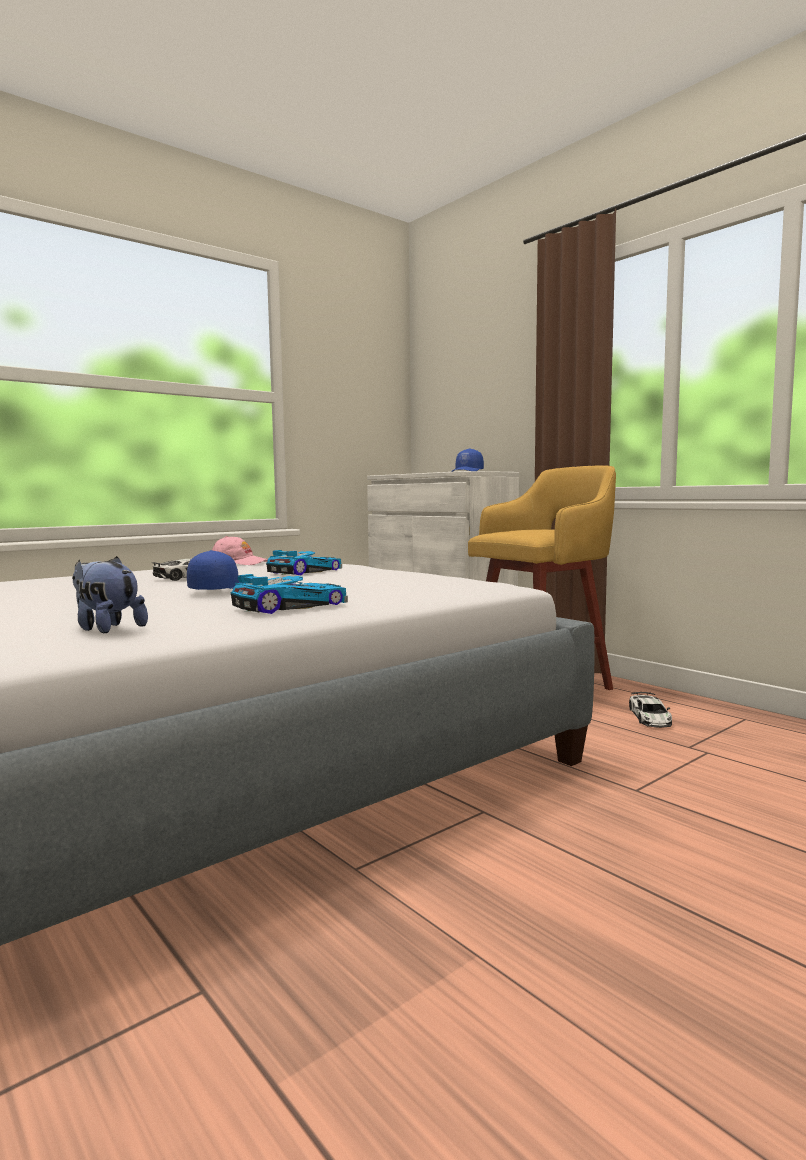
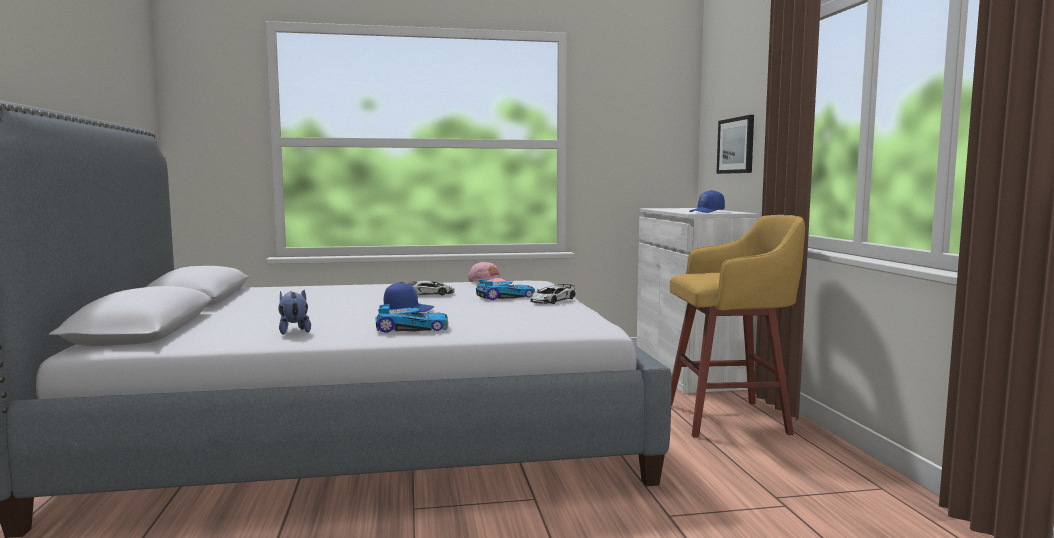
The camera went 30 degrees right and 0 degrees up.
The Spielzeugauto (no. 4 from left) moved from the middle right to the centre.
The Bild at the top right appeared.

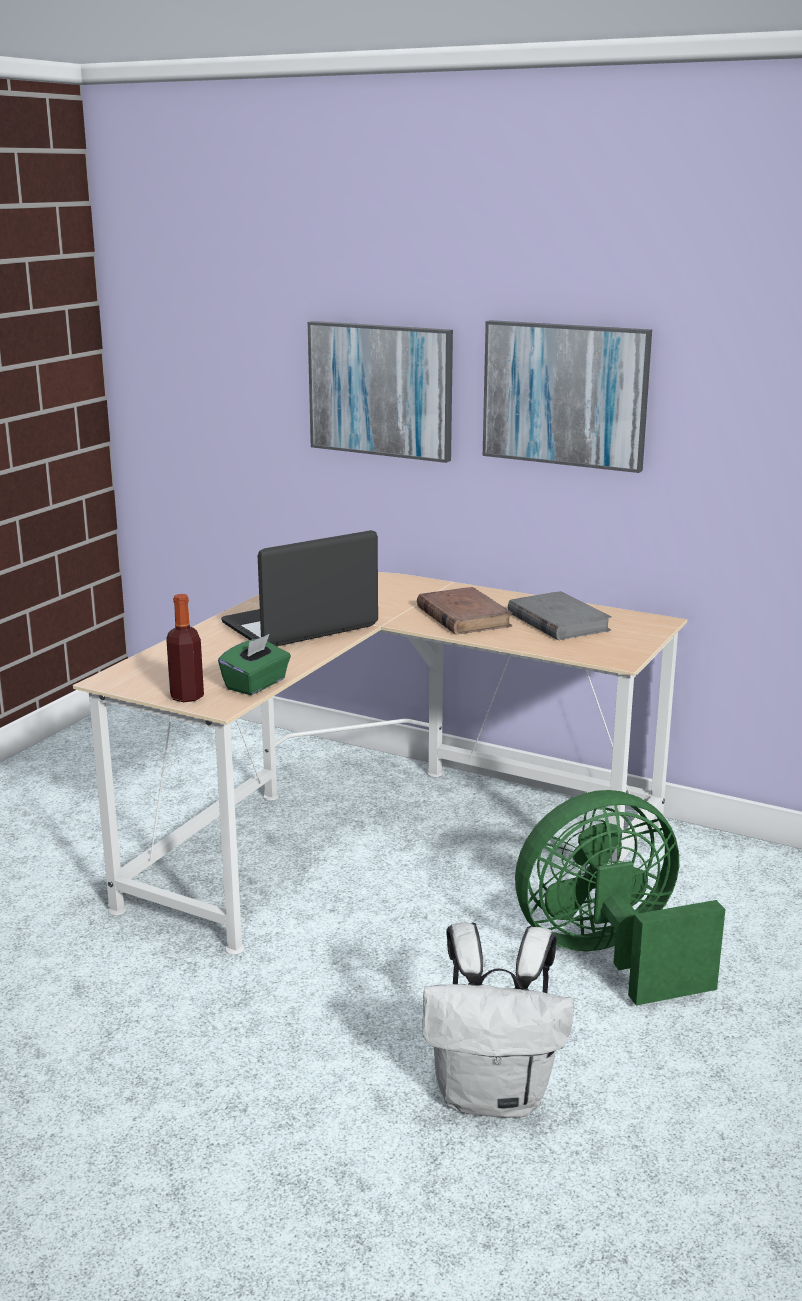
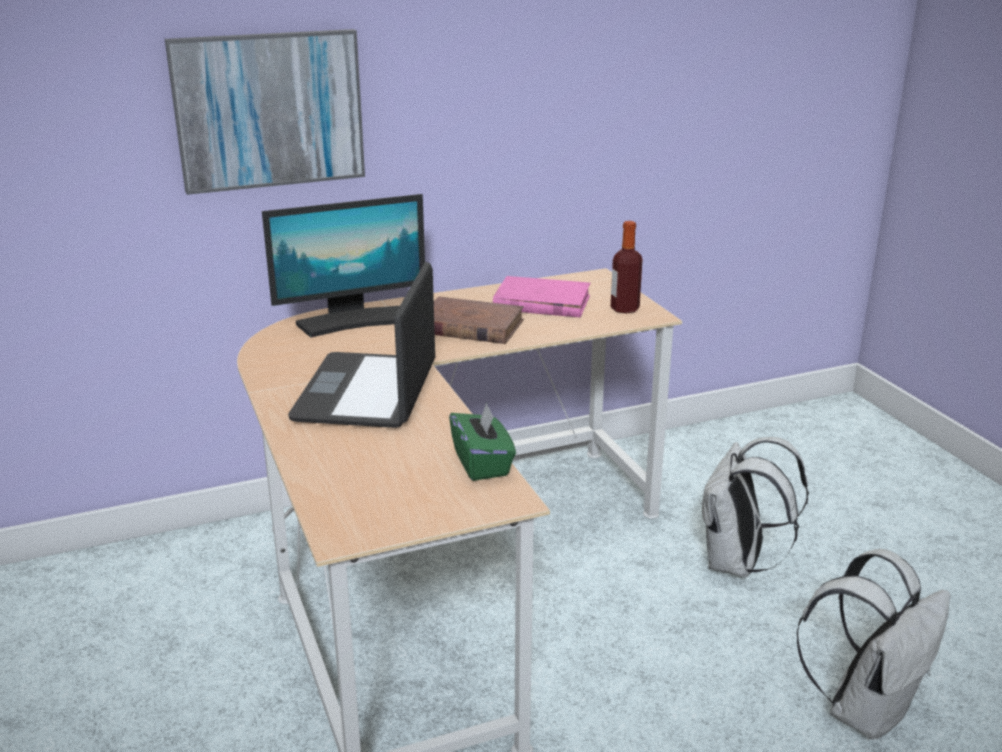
The camera went 50 degrees left and 5 degrees up.
The Flasche moved from the middle left to the centre.
The Bild (no. 2 from left) at the top right disappeared.
The Buch/grau at the middle right became the Buch/rosa at the centre.
The Ventilator/grün at the bottom right was replaced by the Rucksack/weiß (no. 1 from left) at the bottom right.
The Monitor at the centre appeared.

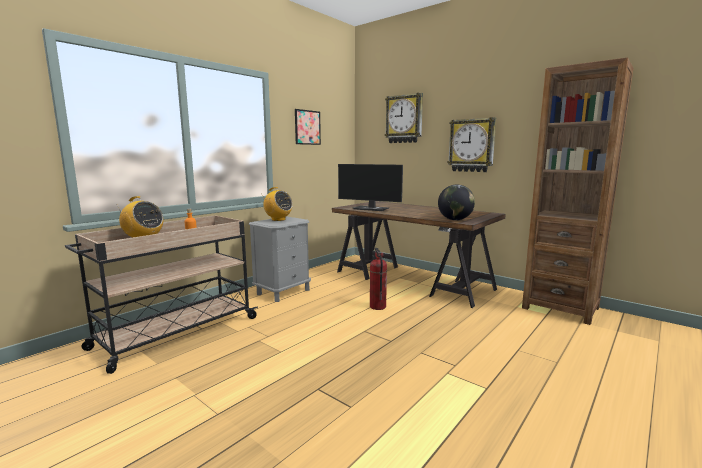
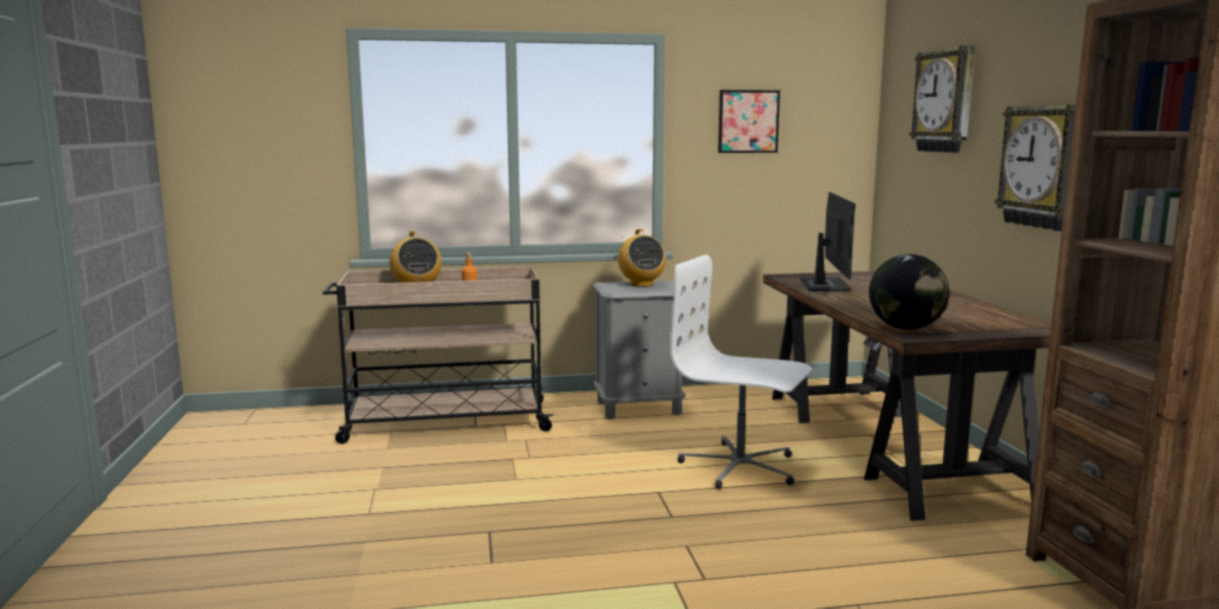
The camera went 40 degrees right and 0 degrees up.
The Monitor at the centre turned 150 degrees counterclockwise.
The Feuerlöscher at the centre was replaced by the Bürostuhl/weiß at the centre.

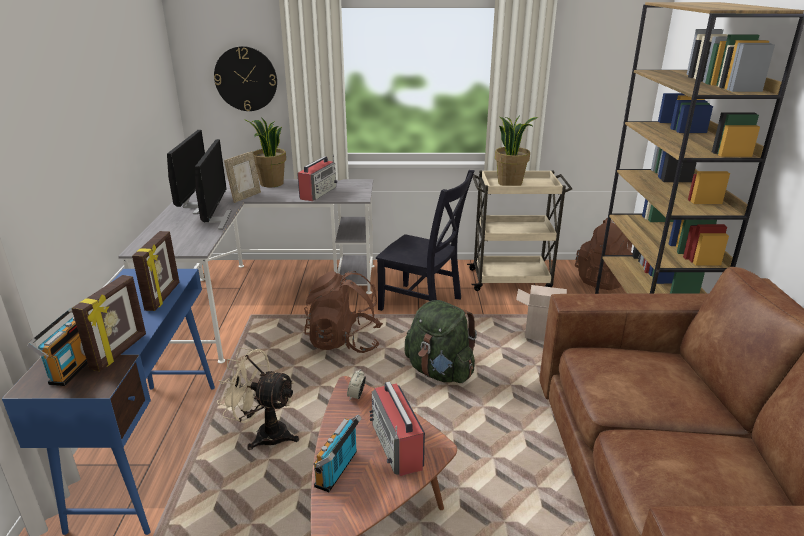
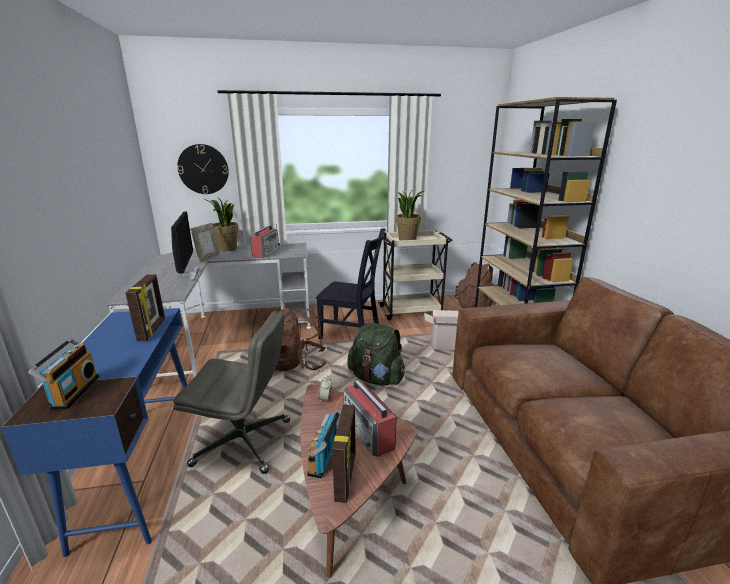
The camera went 10 degrees left and 5 degrees down.
The Bilderrahmen (no. 1 from left in the first image) moved from the middle left to the bottom centre.
The Monitor (no. 1 from left) at the top left disappeared.
The Ventilator/beige at the bottom left was replaced by the Bürostuhl/grau at the bottom left.

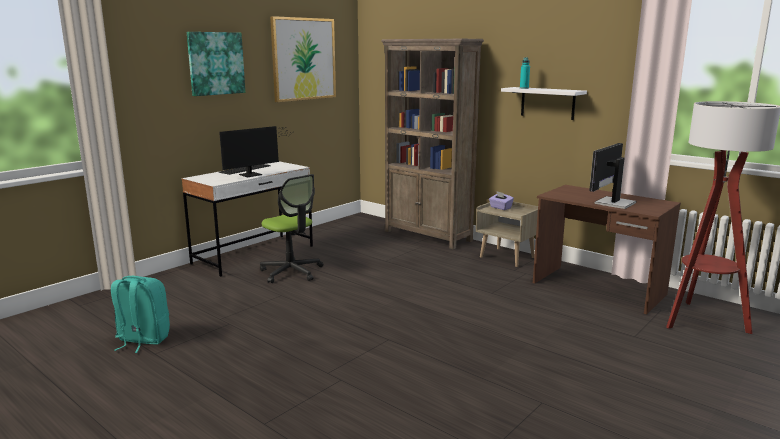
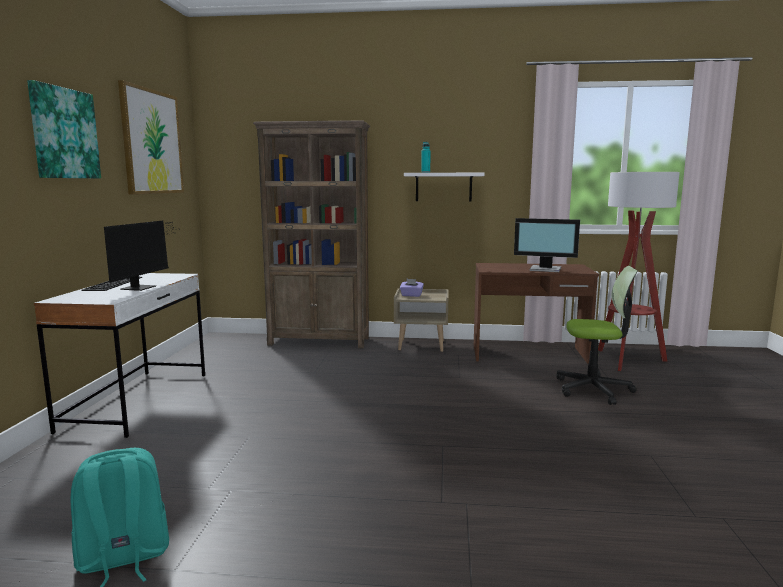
The camera went 35 degrees left and 5 degrees down.
The Bürostuhl moved from the centre to the middle right.
The Monitor (no. 2 from left) at the middle right turned 75 degrees counterclockwise.

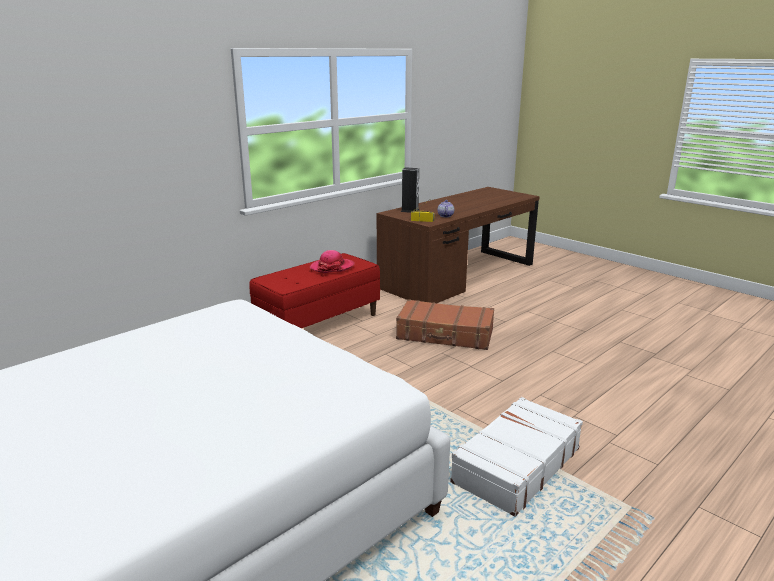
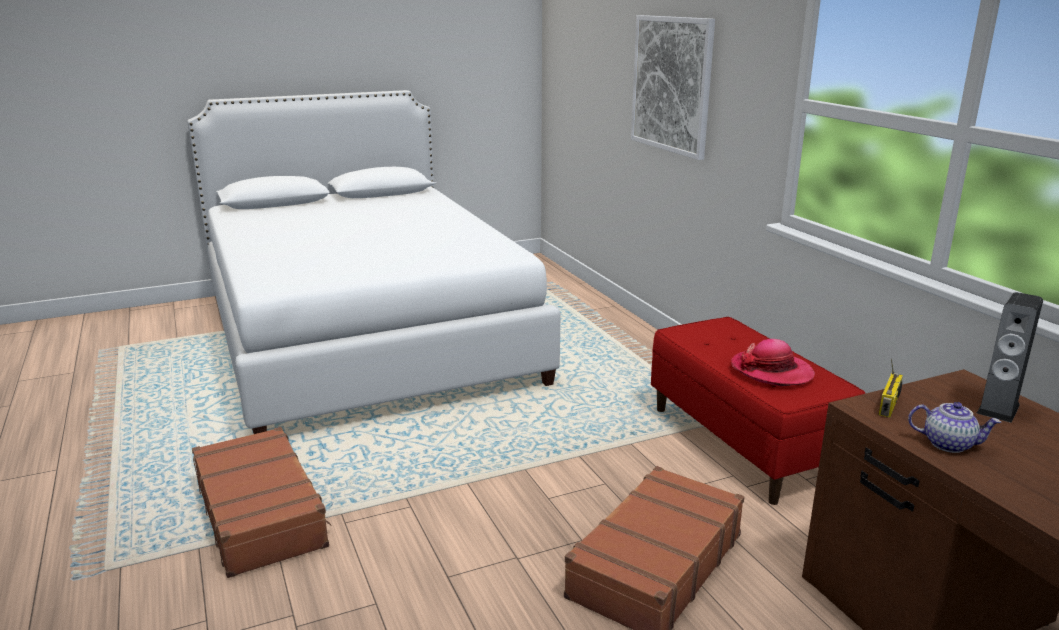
The camera went 110 degrees right and 0 degrees up.
The Koffer/weiß at the bottom right became the Koffer/braun (no. 1 from left) at the bottom left.
The Bild at the top centre appeared.

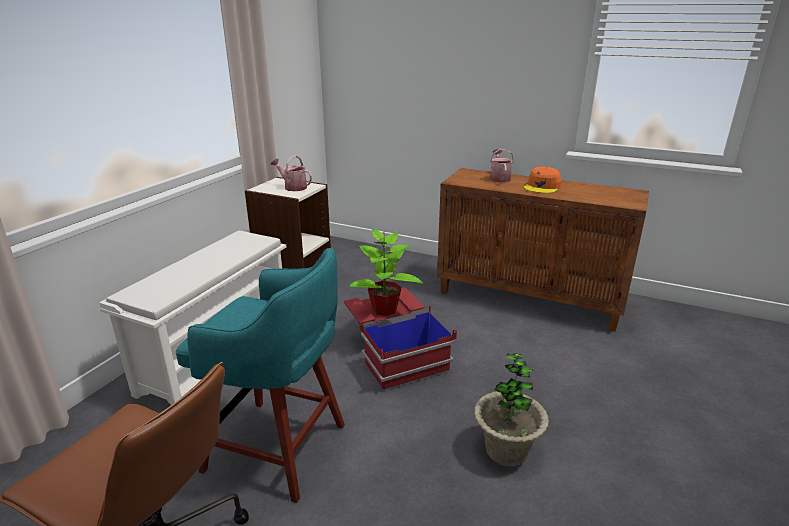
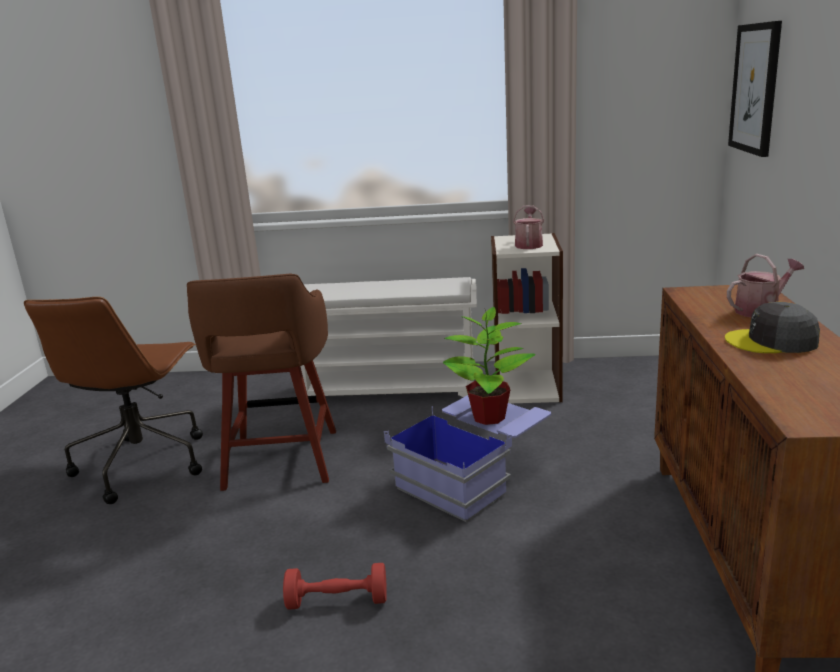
The camera went 70 degrees right and 5 degrees down.
The Hocker/türkis at the bottom left became the Hocker/braun at the middle left.
The Aufbewahrungsbox/rot at the centre became the Aufbewahrungsbox/blau at the bottom centre.
The Topfpflanze (no. 2 from left) at the bottom centre was replaced by the Hantel/rot at the bottom centre.
The Kappe/orange at the middle right became the Kappe/grau at the middle right.
The Bild at the top right appeared.

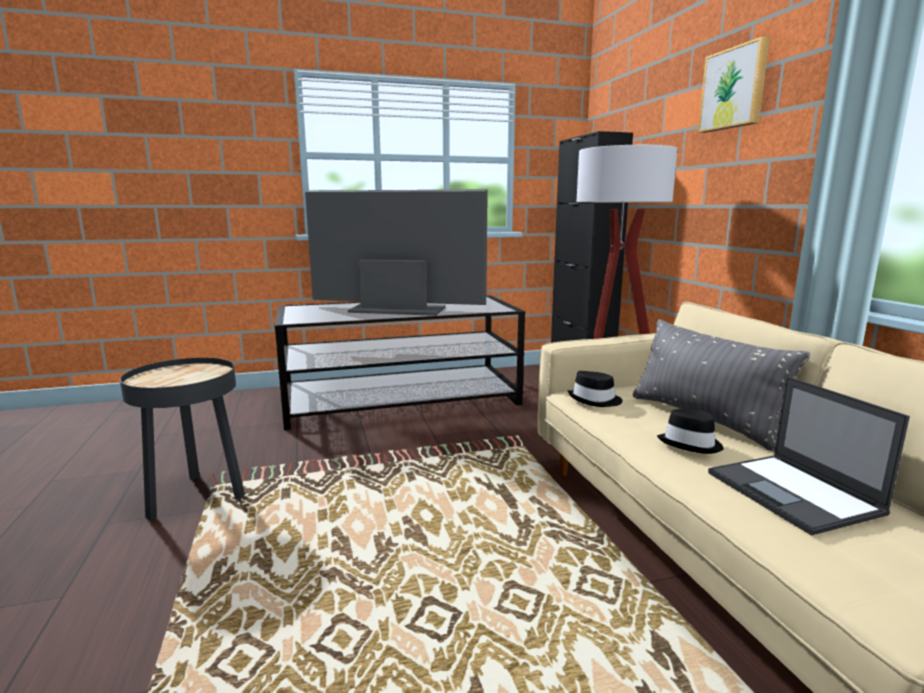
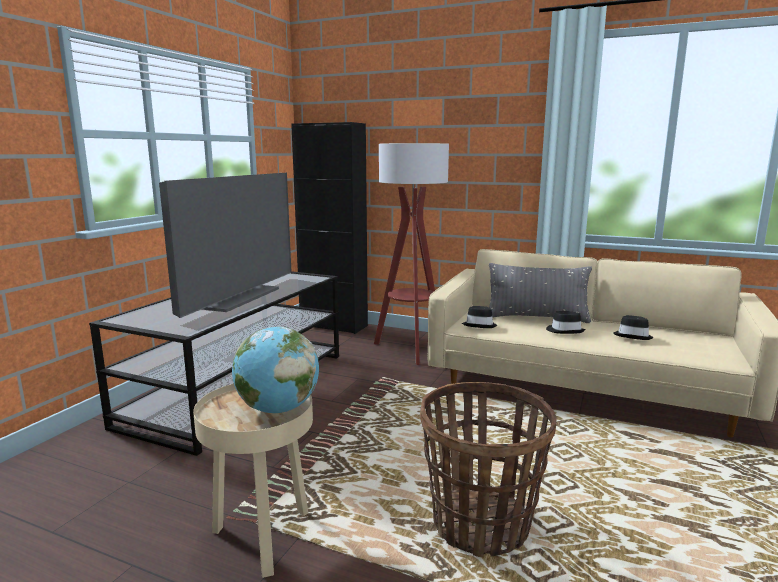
The camera went 50 degrees left and 0 degrees up.
The Beistelltisch/schwarz at the middle left became the Beistelltisch/beige at the bottom left.
The Fernseher at the centre turned 150 degrees clockwise.
The Bild at the top right disappeared.
The Laptop at the middle right was replaced by the Hut/schwarz (no. 3 from left) at the middle right.
The Globus at the centre appeared.
The Korb at the bottom centre appeared.

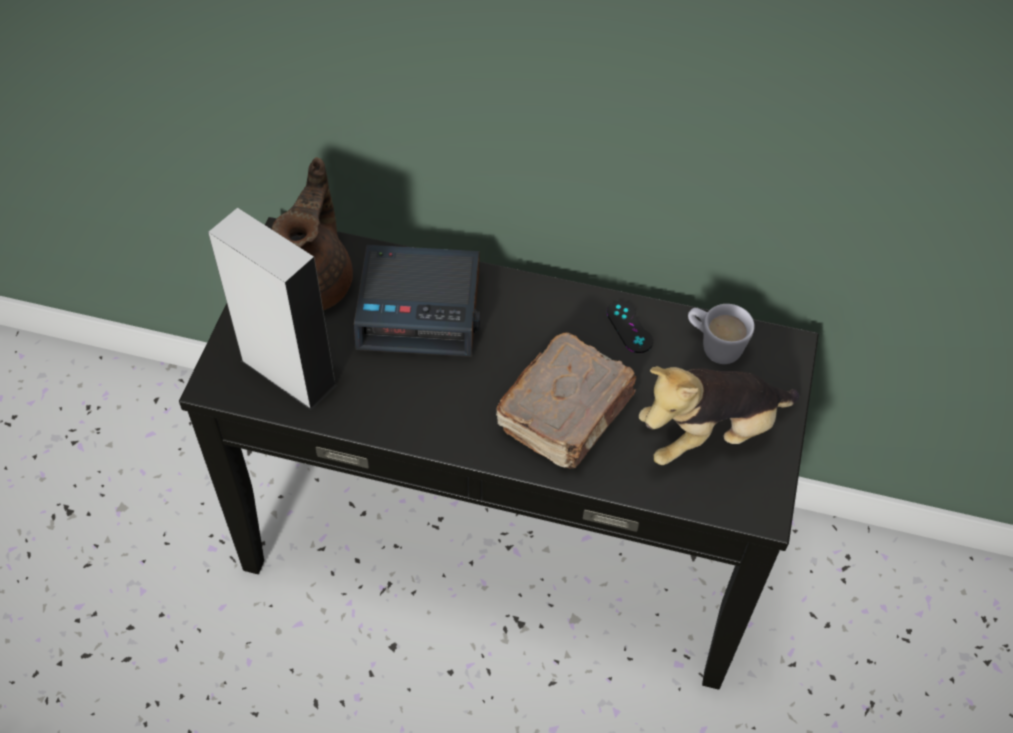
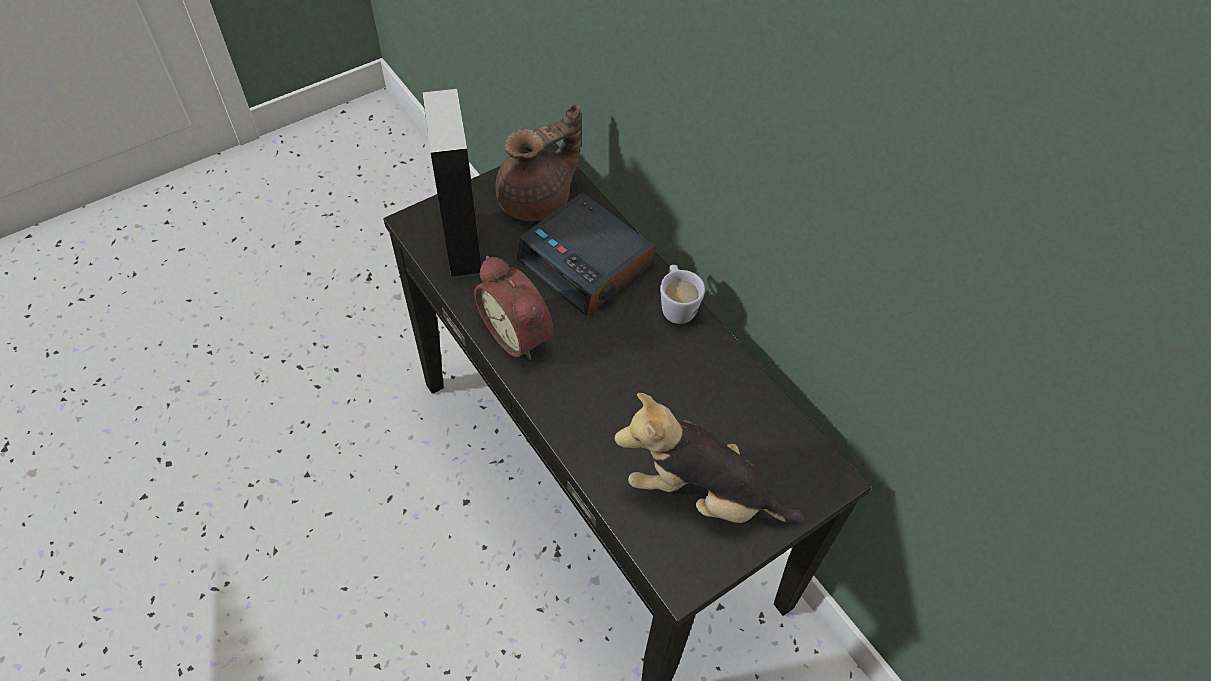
The camera went 40 degrees right and 0 degrees up.
The Buch/braun at the centre disappeared.
The Gamepad/schwarz at the centre disappeared.
The Henkelbecher/weiß moved from the middle right to the centre.
The Wecker (no. 1 from left) at the centre appeared.

